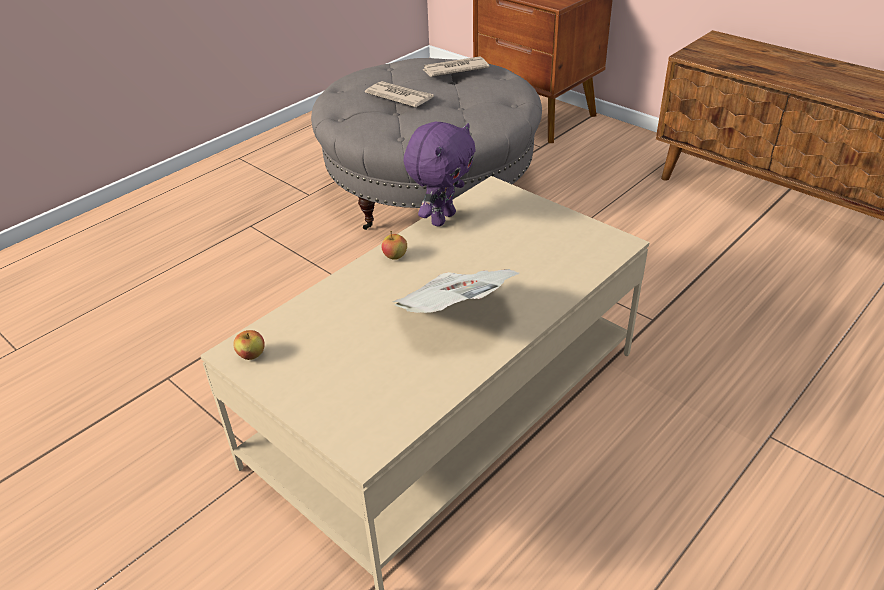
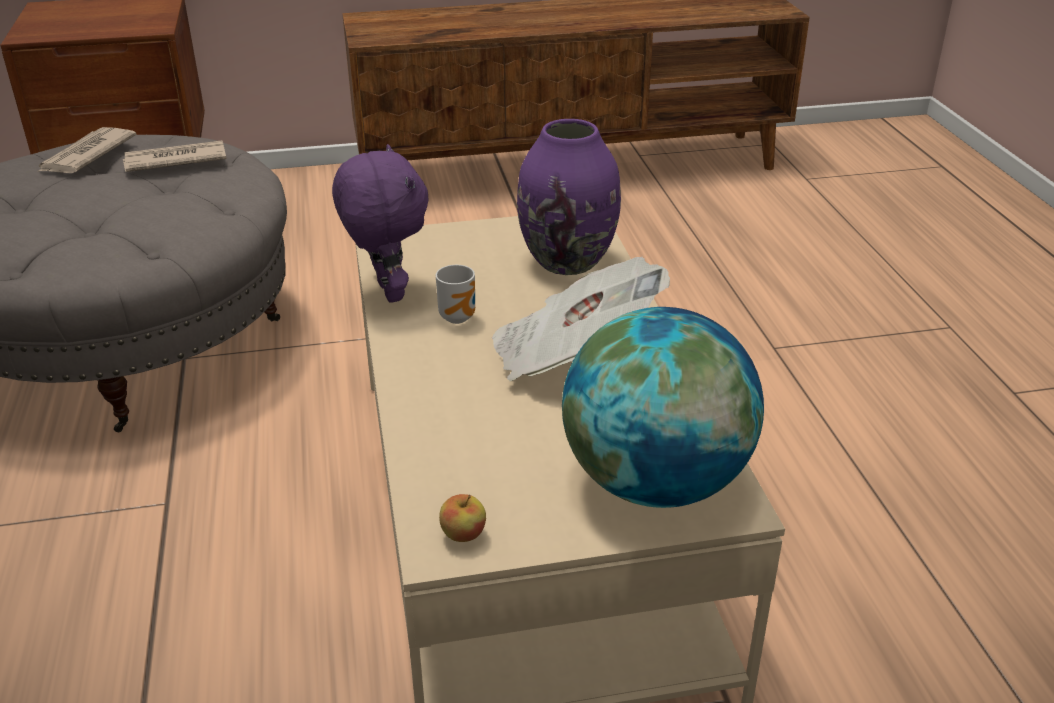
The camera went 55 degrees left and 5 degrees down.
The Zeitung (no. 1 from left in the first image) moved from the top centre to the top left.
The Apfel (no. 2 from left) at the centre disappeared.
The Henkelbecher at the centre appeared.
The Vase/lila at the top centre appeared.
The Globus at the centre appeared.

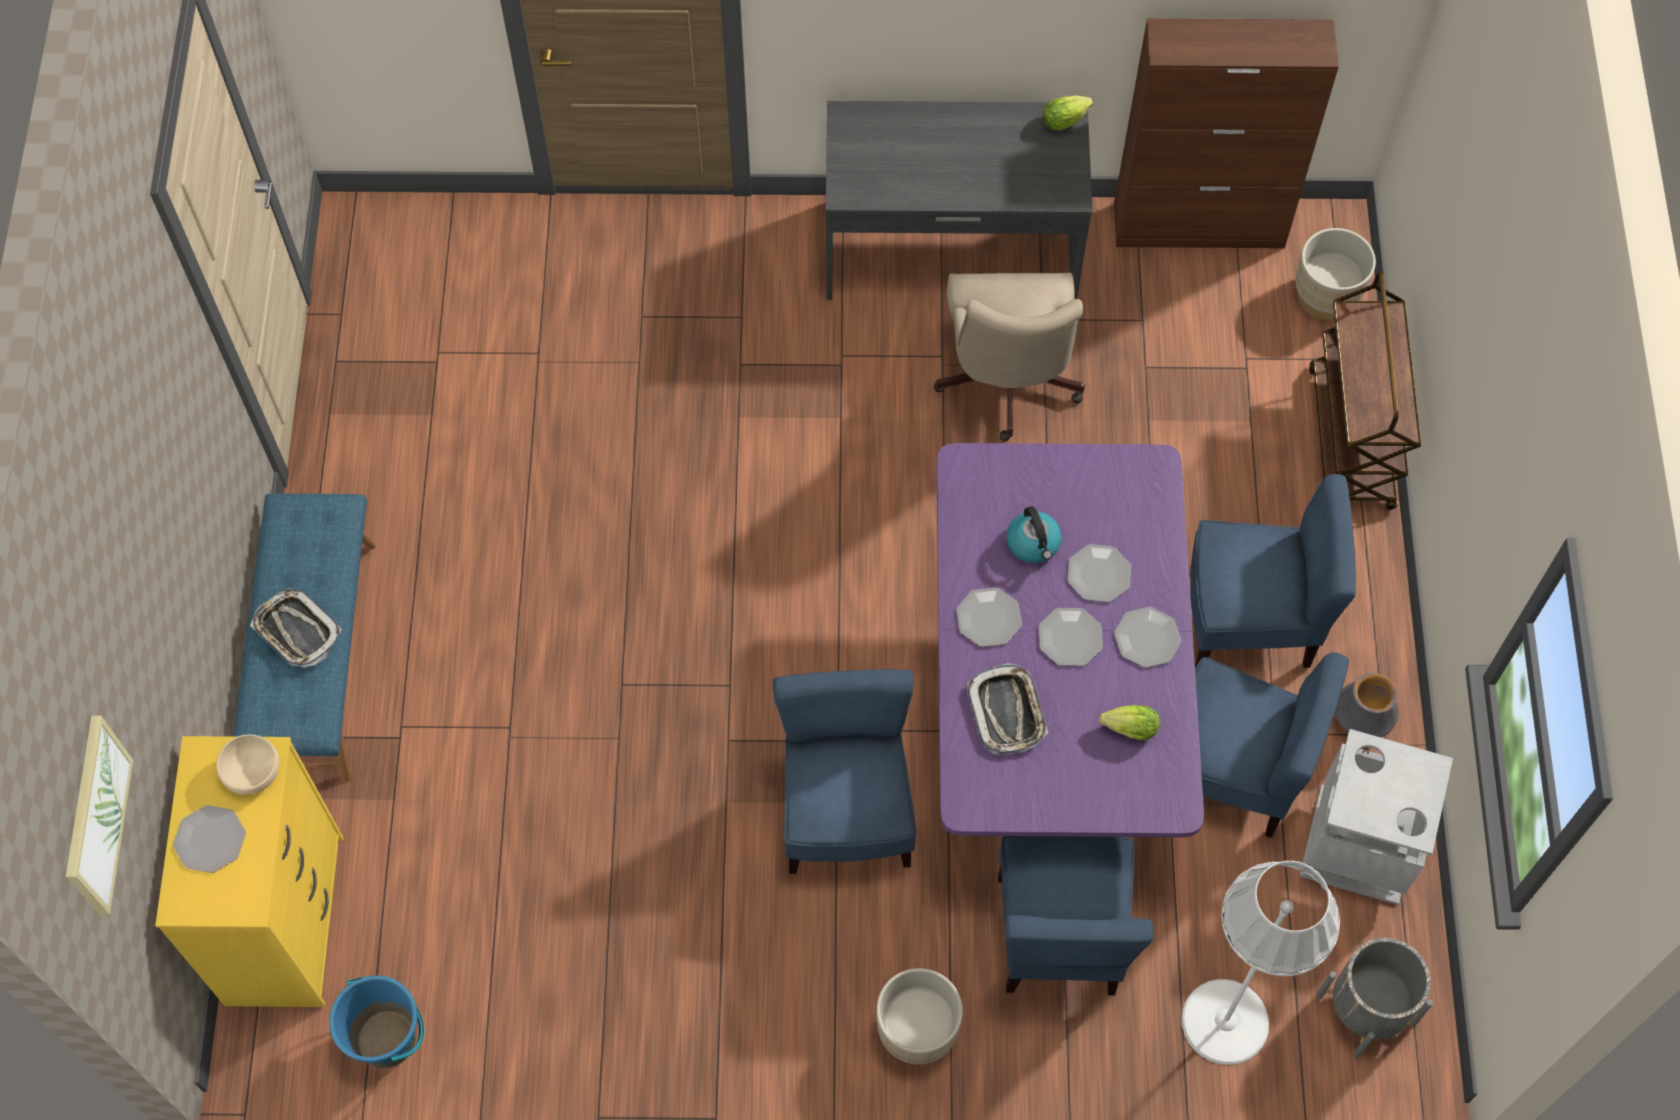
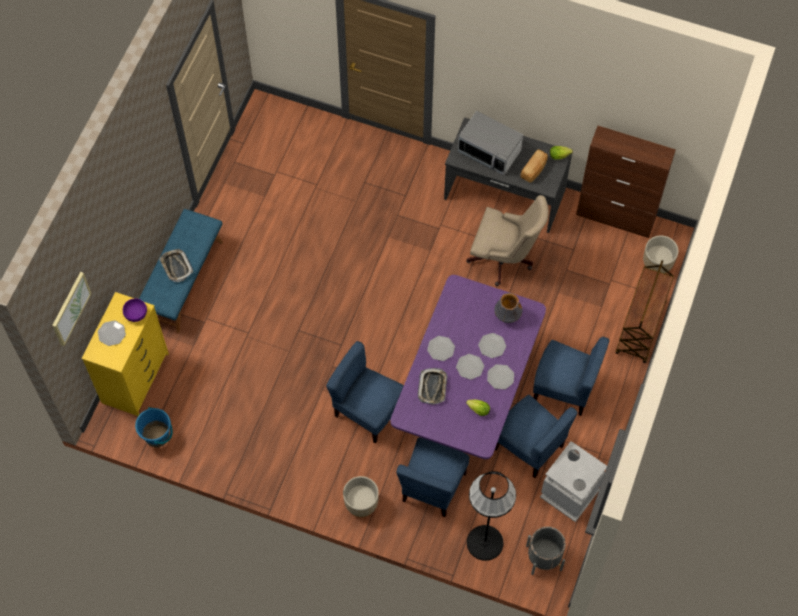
The camera went 20 degrees right and 0 degrees up.
The Schüssel/beige at the bottom left became the Schüssel/lila at the middle left.
The Stuhl/blau (no. 1 from left) at the bottom centre turned 75 degrees counterclockwise.
The Bürostuhl/beige at the top centre turned 90 degrees counterclockwise.
The Wasserkessel at the centre disappeared.
The Stehlampe/weiß at the bottom right became the Stehlampe/schwarz at the bottom centre.
The Vase moved from the middle right to the centre.
The Mikrowelle at the top centre appeared.
The Brot at the top right appeared.

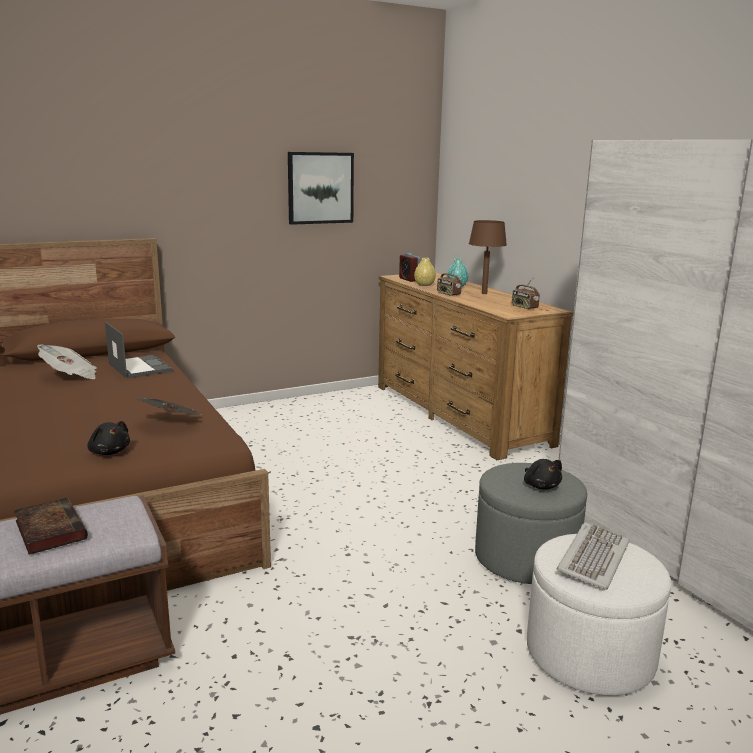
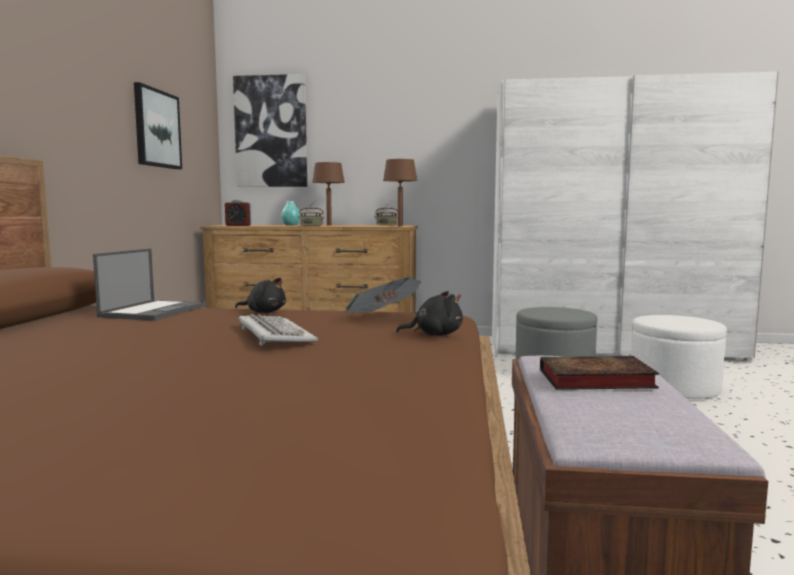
The camera went 55 degrees left and 10 degrees down.
The Zeitung (no. 1 from left) at the middle left disappeared.
The Laptop at the middle left turned 105 degrees clockwise.
The Vase/gelb at the centre disappeared.
The Plüschtier/schwarz (no. 2 from left in the first image) moved from the middle right to the middle left.
The Tastatur moved from the bottom right to the centre.
The Bild (no. 2 from left) at the top centre appeared.
The Tischlampe/braun (no. 2 from left) at the centre appeared.

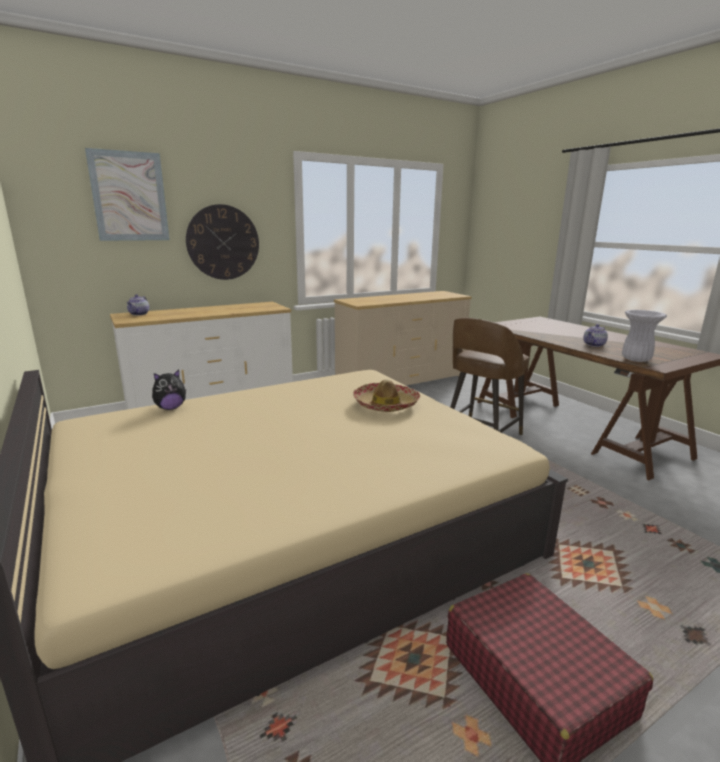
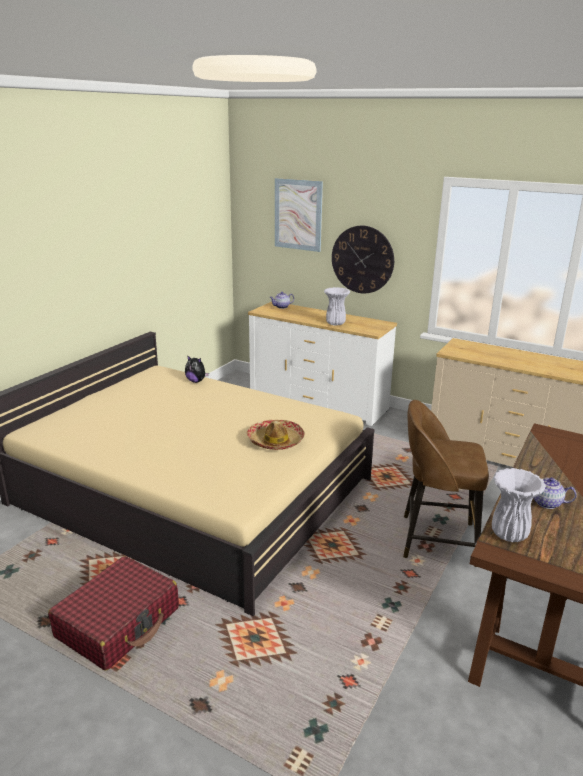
The camera went 60 degrees right and 5 degrees up.
The Vase/weiß (no. 1 from left) at the centre appeared.

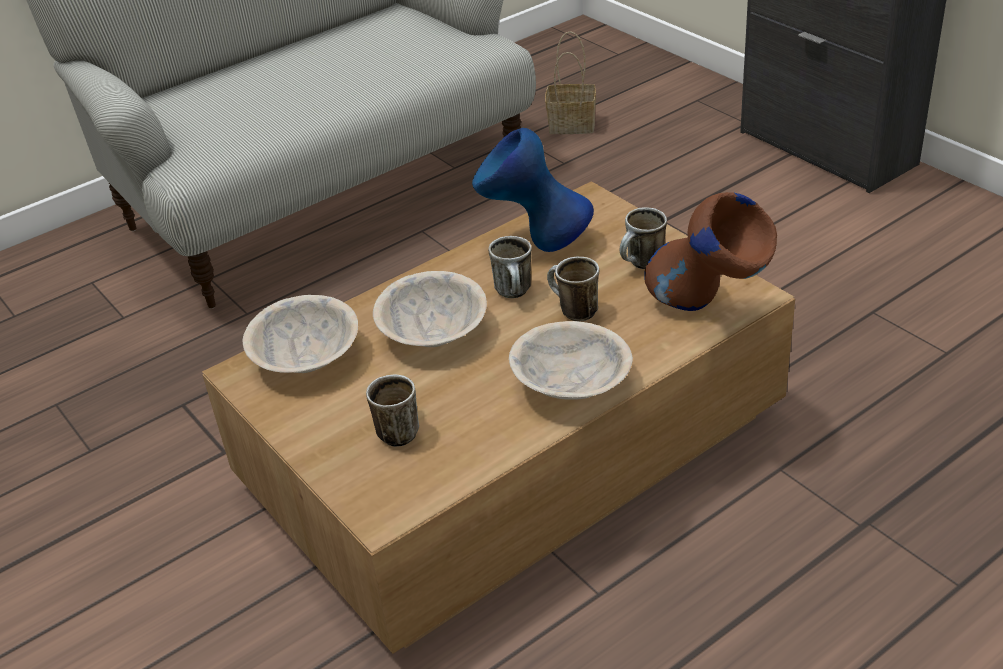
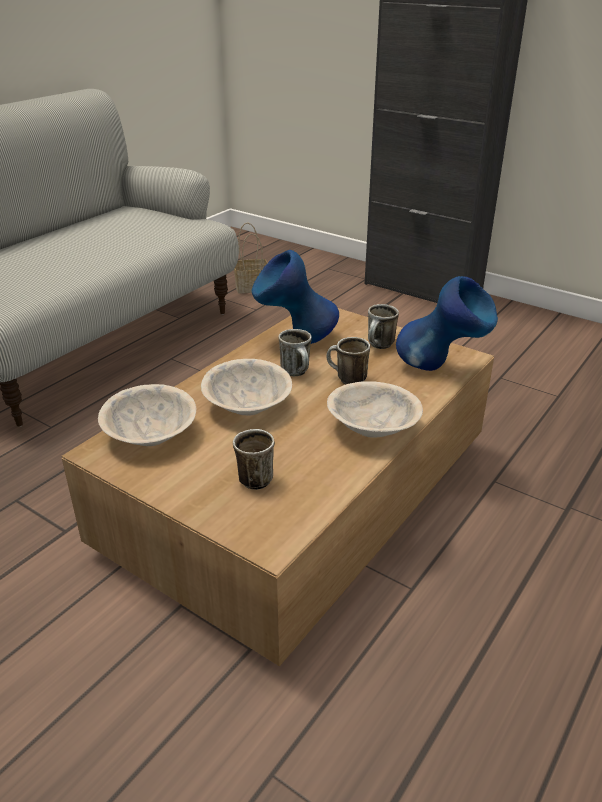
The camera went 20 degrees left and 5 degrees down.
The Vase/braun at the middle right became the Vase/blau (no. 2 from left) at the middle right.

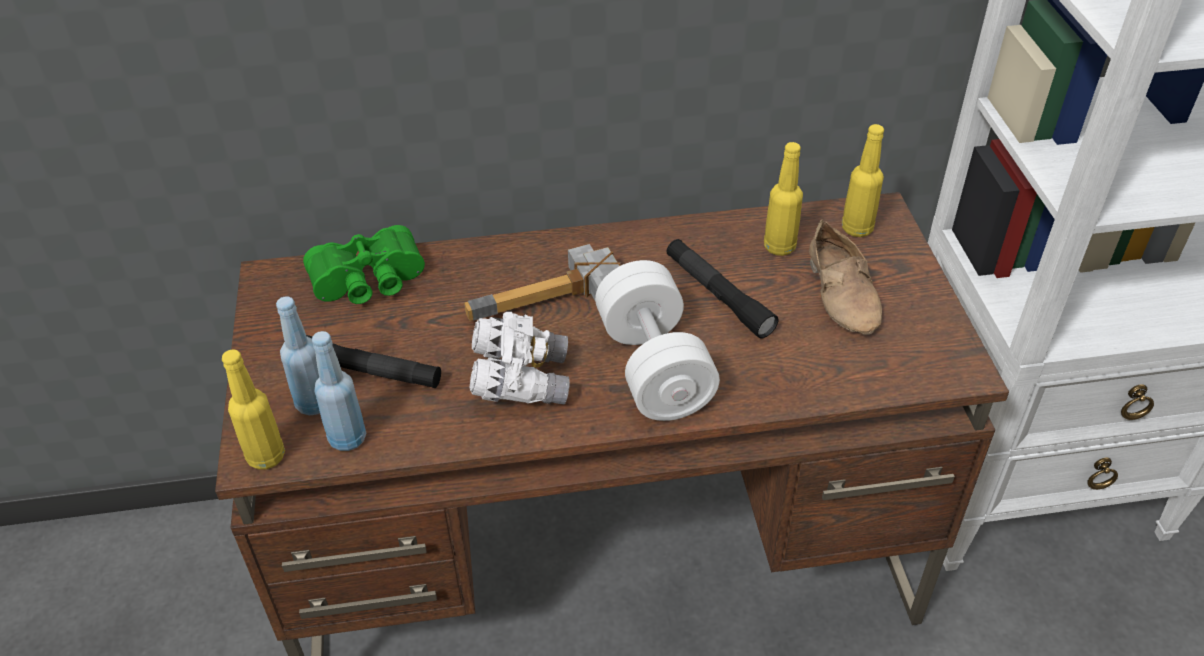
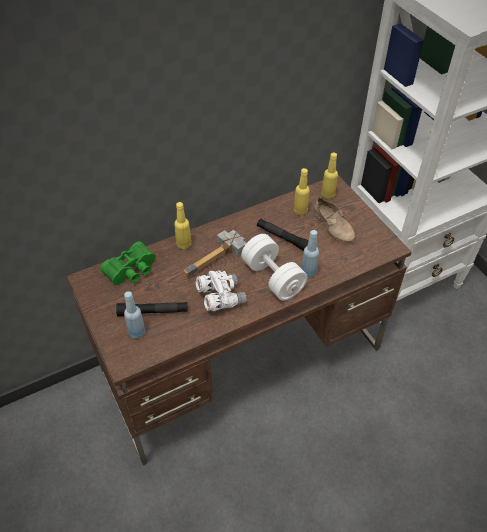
The camera went 20 degrees left and 5 degrees up.
The Flasche/gelb (no. 1 from left) moved from the middle left to the centre.
The Flasche/blau (no. 2 from left) moved from the middle left to the centre.

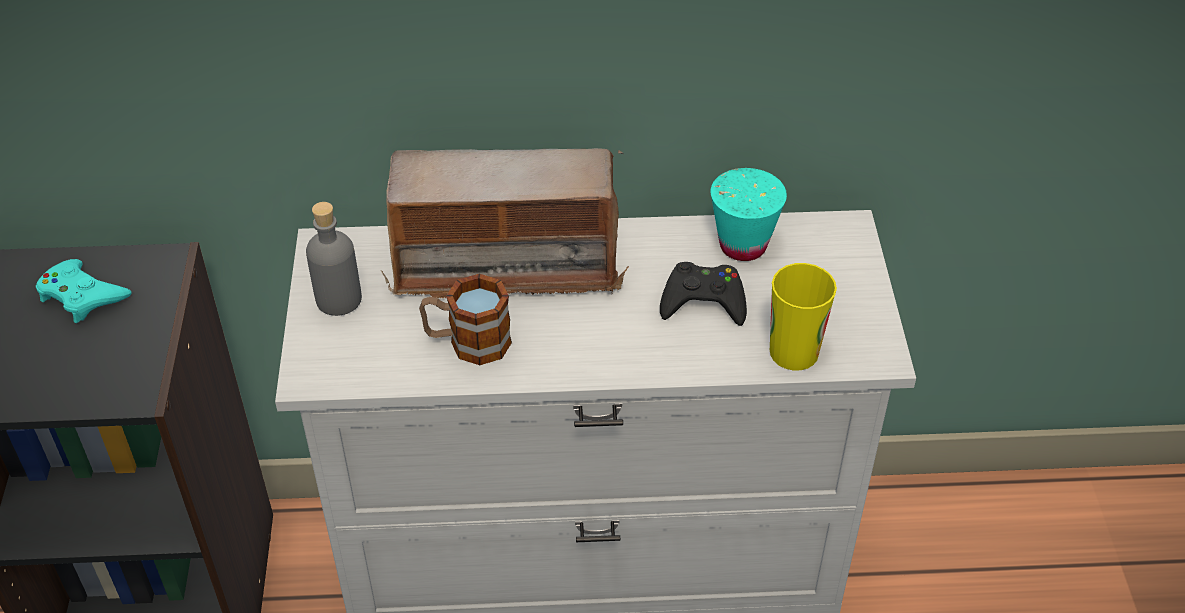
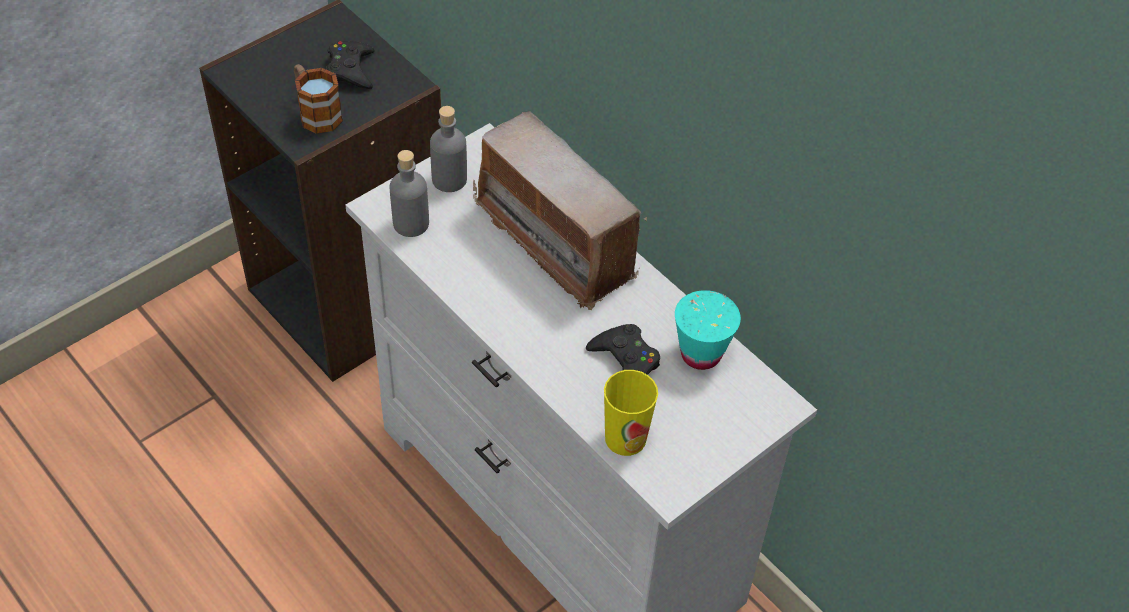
The camera went 50 degrees right and 5 degrees up.
The Gamepad/türkis at the middle left became the Gamepad/schwarz (no. 1 from left) at the top left.
The Henkelbecher moved from the centre to the top left.
The Flasche/grau (no. 1 from left) at the top centre appeared.

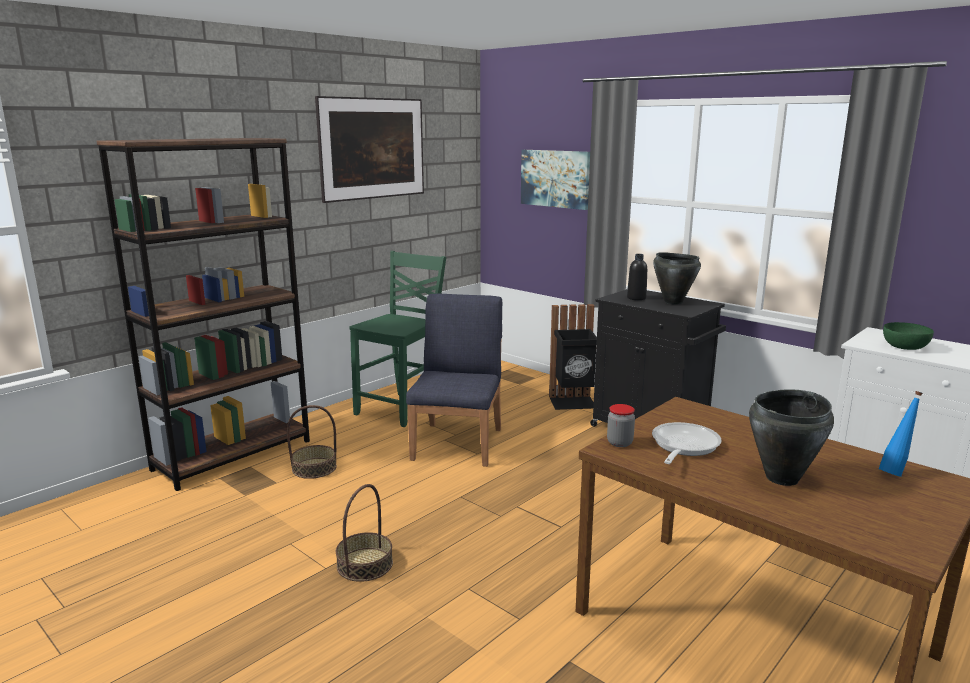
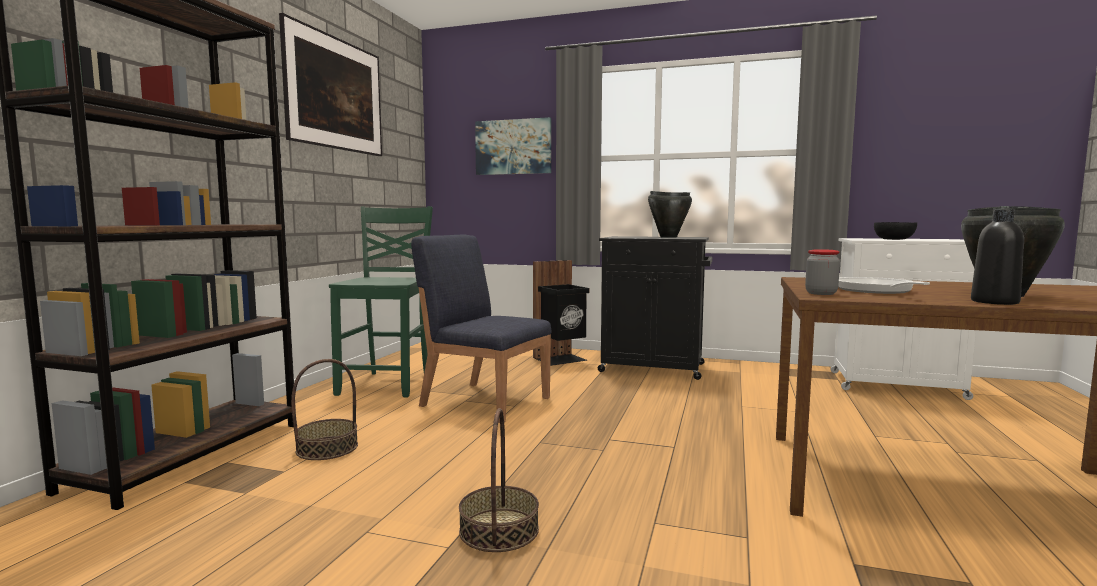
The camera went 25 degrees left and 10 degrees down.
The Stuhl/blau at the centre turned 45 degrees counterclockwise.
The Flasche/schwarz moved from the centre to the middle right.
The Flasche/blau at the middle right disappeared.
The Schüssel/grün at the middle right became the Schüssel/schwarz at the middle right.

